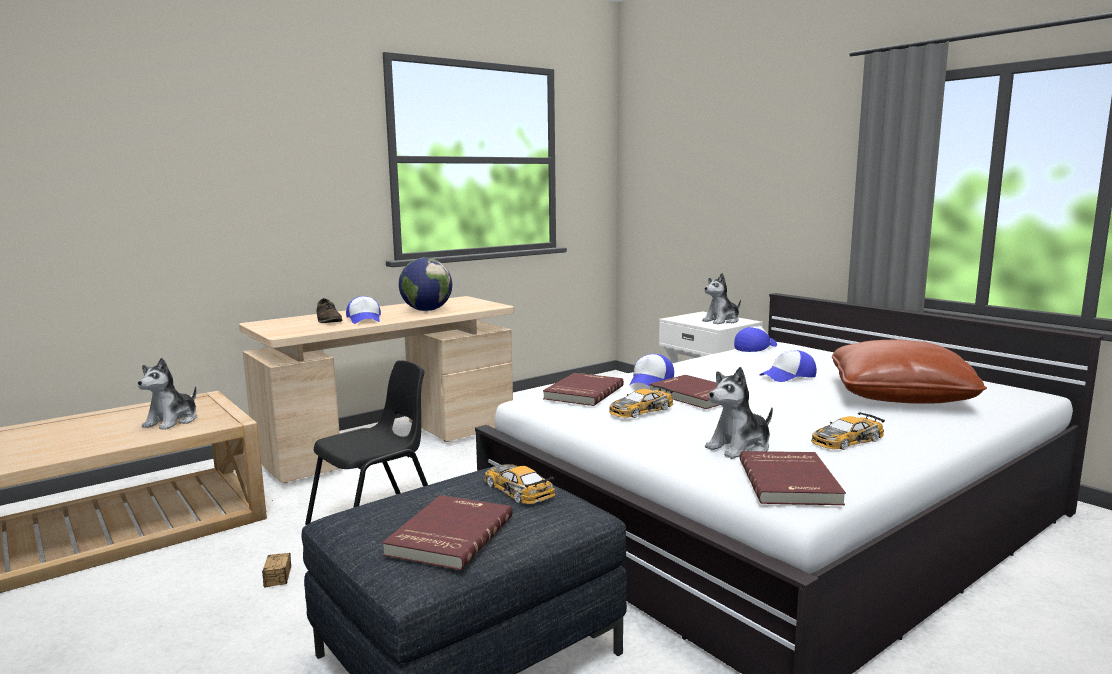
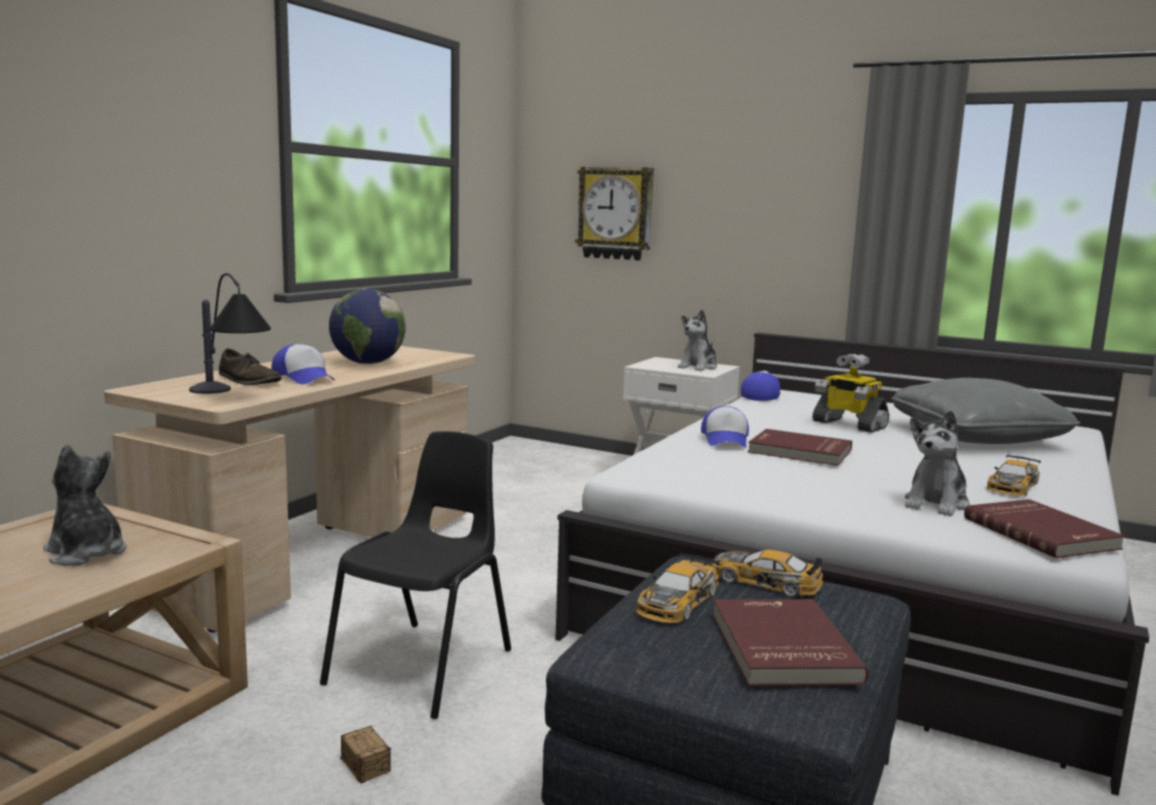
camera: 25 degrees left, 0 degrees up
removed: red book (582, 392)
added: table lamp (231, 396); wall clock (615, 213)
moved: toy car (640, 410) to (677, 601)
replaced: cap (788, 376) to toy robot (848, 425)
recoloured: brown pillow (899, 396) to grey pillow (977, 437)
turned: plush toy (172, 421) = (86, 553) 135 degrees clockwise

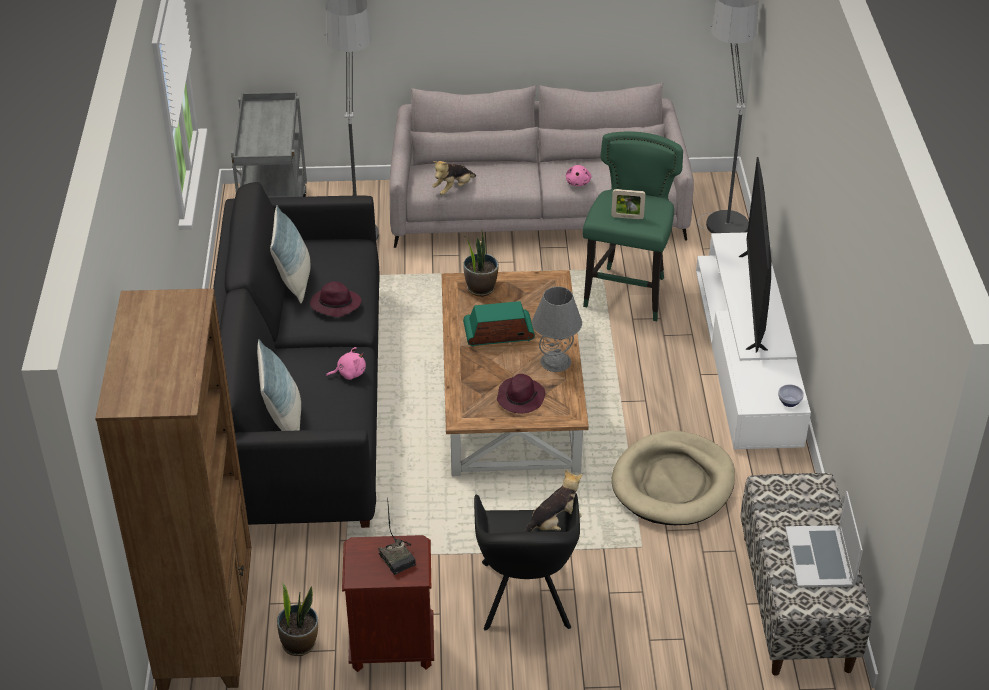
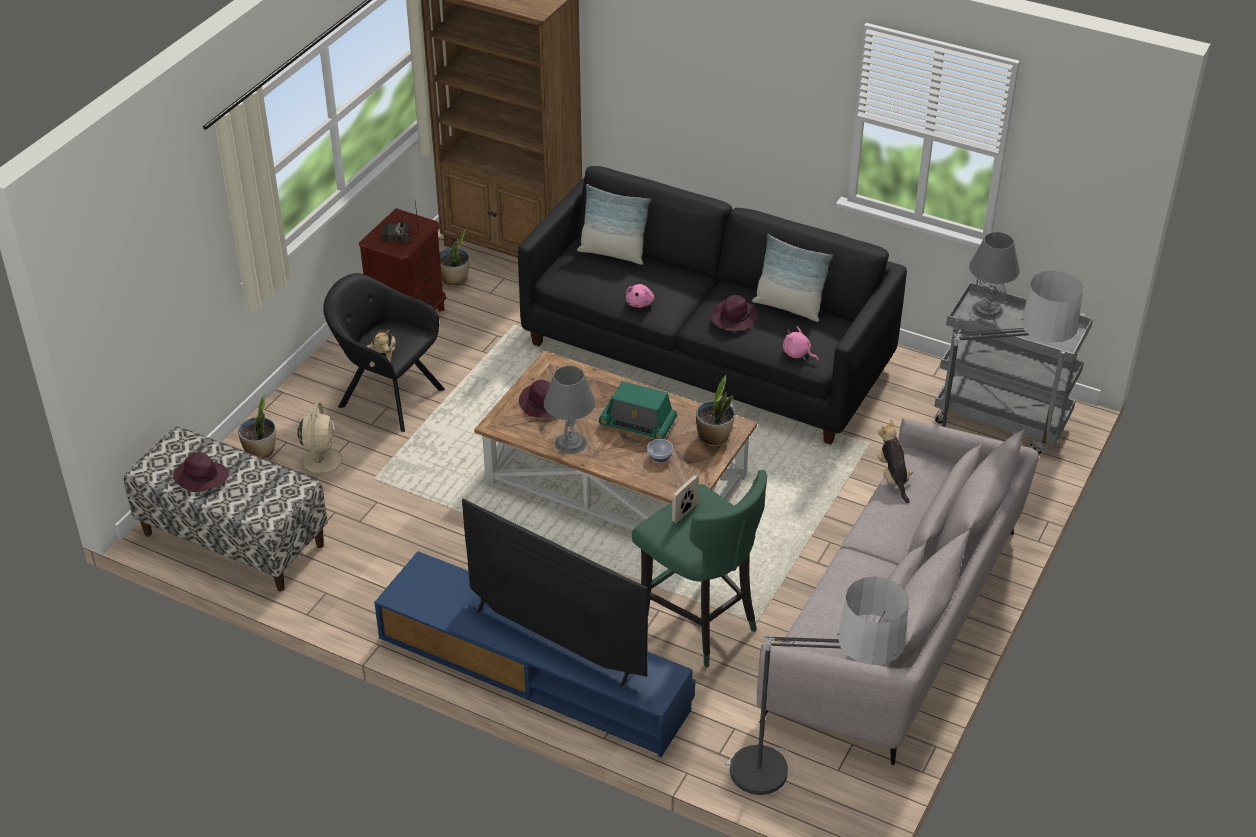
camera: 120 degrees right, 0 degrees up
removed: beige dog bed (673, 483)
added: potted plant (261, 452); beige fan (322, 459); grey table lamp (987, 310)
moved: pink plush toy (578, 182) to (798, 354); bowl (789, 401) to (660, 457)
replaced: laptop (820, 557) to purple hat (200, 477)
recoloured: white tv stand (746, 355) to blue tv stand (536, 669)
turned: radio (498, 334) = (638, 423) 90 degrees clockwise

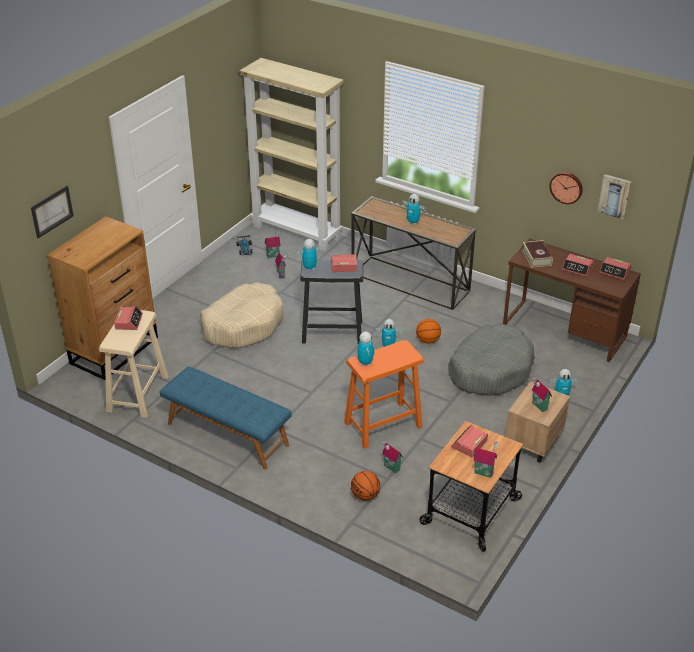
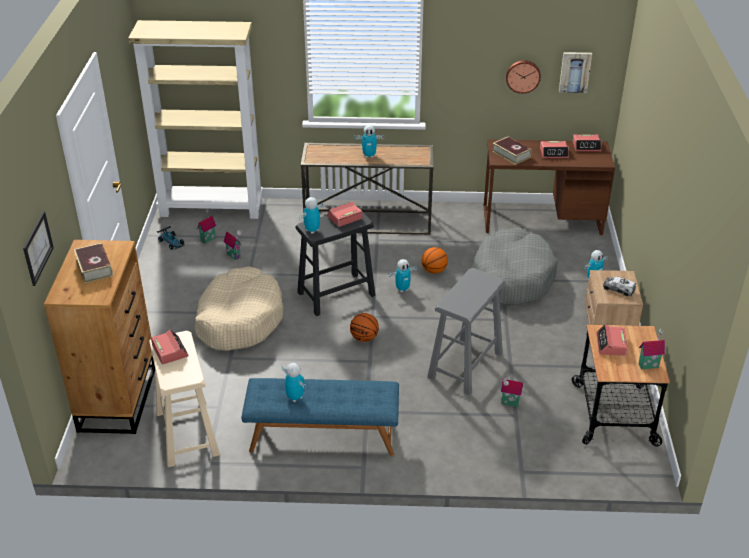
camera: 30 degrees left, 0 degrees up
added: book (94, 268)
moved: basketball (365, 495) to (364, 338); toy robot (365, 362) to (295, 397)
replaced: toy house (538, 406) to toy truck (618, 290)
recoloured: orange stool (382, 425) to grey stool (465, 366)

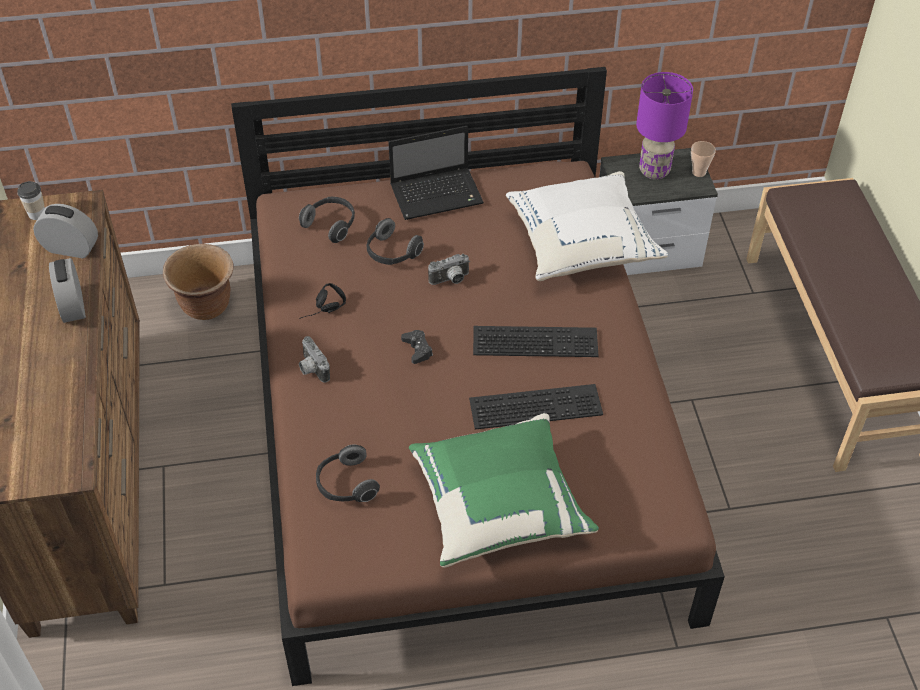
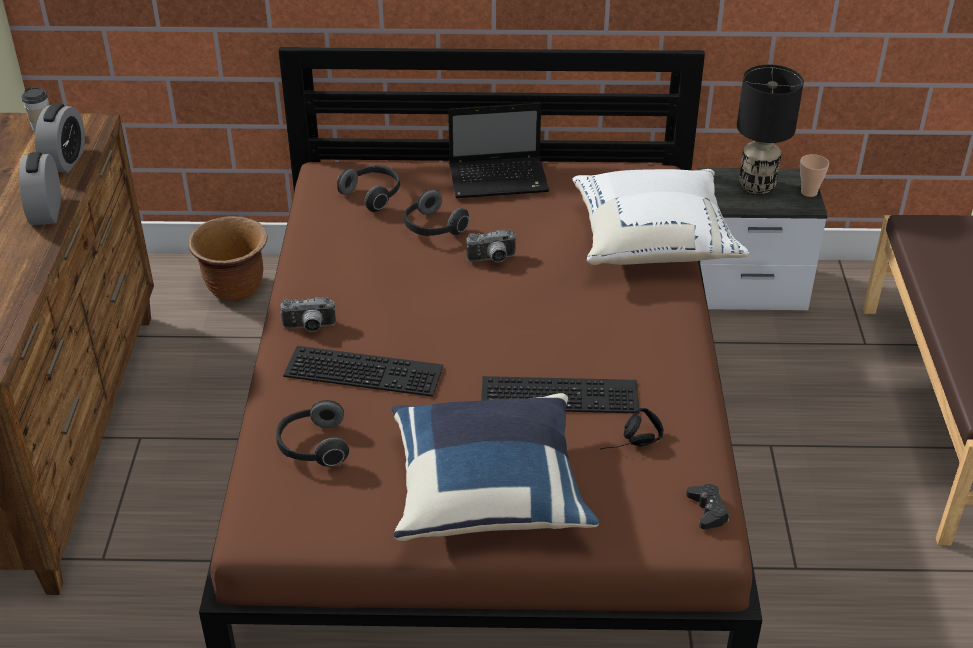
camera: 10 degrees right, 10 degrees down
moved: black headphones (324, 312) to (633, 445); black game controller (417, 349) to (707, 510); keyboard (536, 340) to (366, 369)
recoloured: green pillow (498, 505) to blue pillow (488, 491); purple table lamp (653, 171) to black table lamp (756, 186)
turned: alarm clock (71, 248) = (65, 160) 75 degrees clockwise; photo camera (311, 369) = (309, 328) 75 degrees counterclockwise

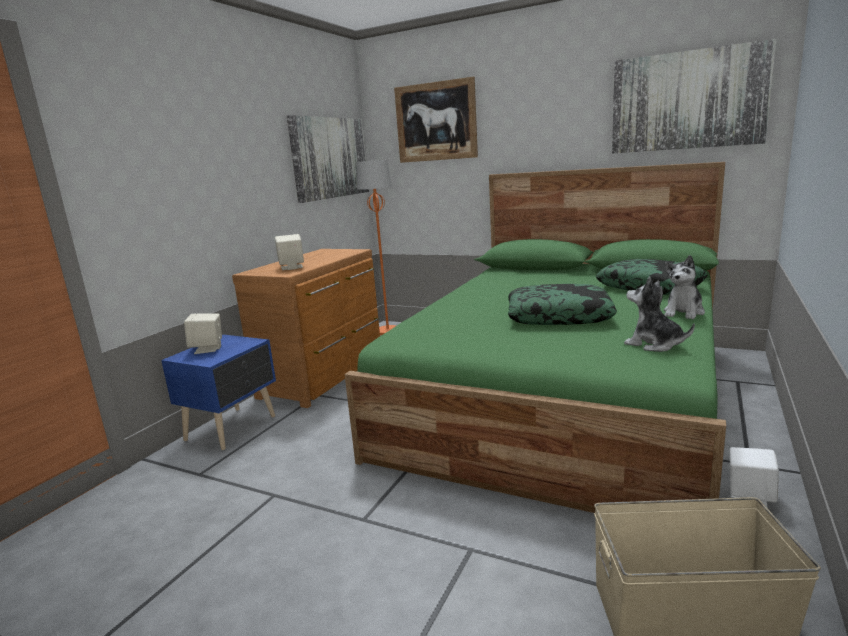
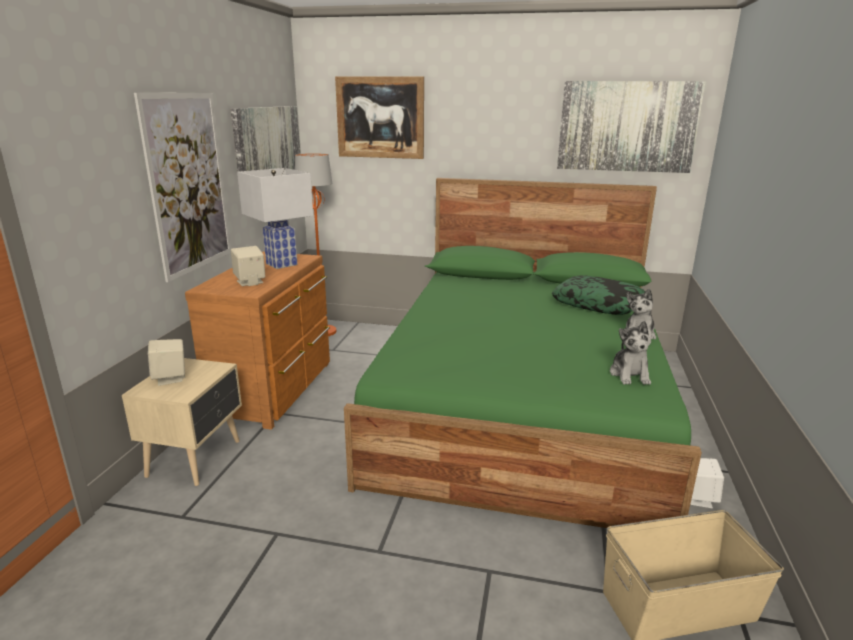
camera: 15 degrees left, 5 degrees up
removed: pillow (558, 316)
added: picture (188, 184); white table lamp (282, 264)
recoloured: blue nightstand (233, 428) to beige nightstand (197, 458)
turned: plush toy (654, 344) = (629, 375) 120 degrees counterclockwise

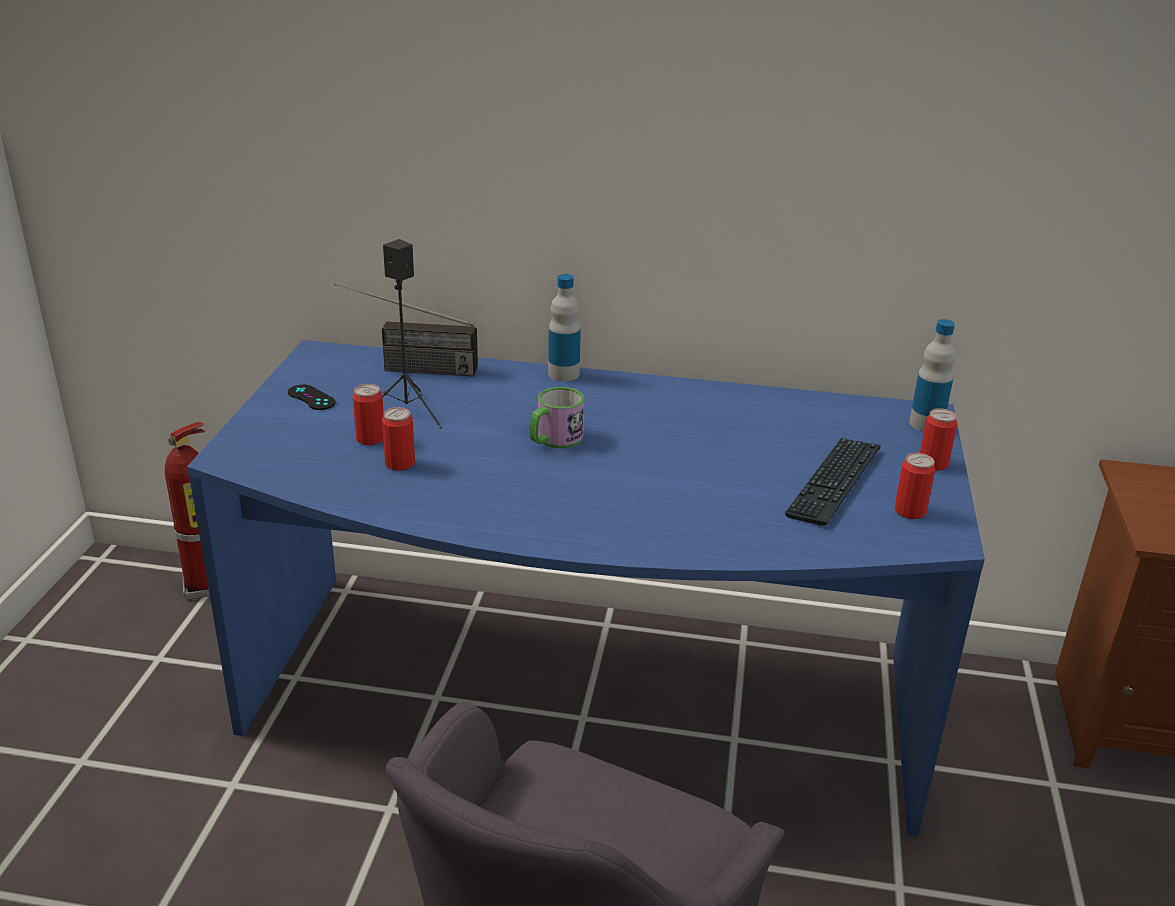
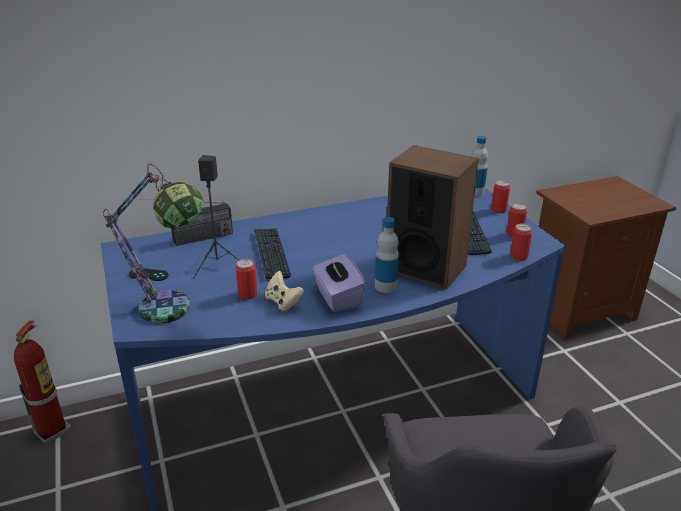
camera: 30 degrees left, 0 degrees up
removed: mug (554, 440)
added: table lamp (172, 316); keyboard (271, 253); beige game controller (283, 302); purple tissue box (337, 297); speaker (425, 268)
moved: can (370, 438) to (518, 256); bottle (563, 374) to (386, 286)

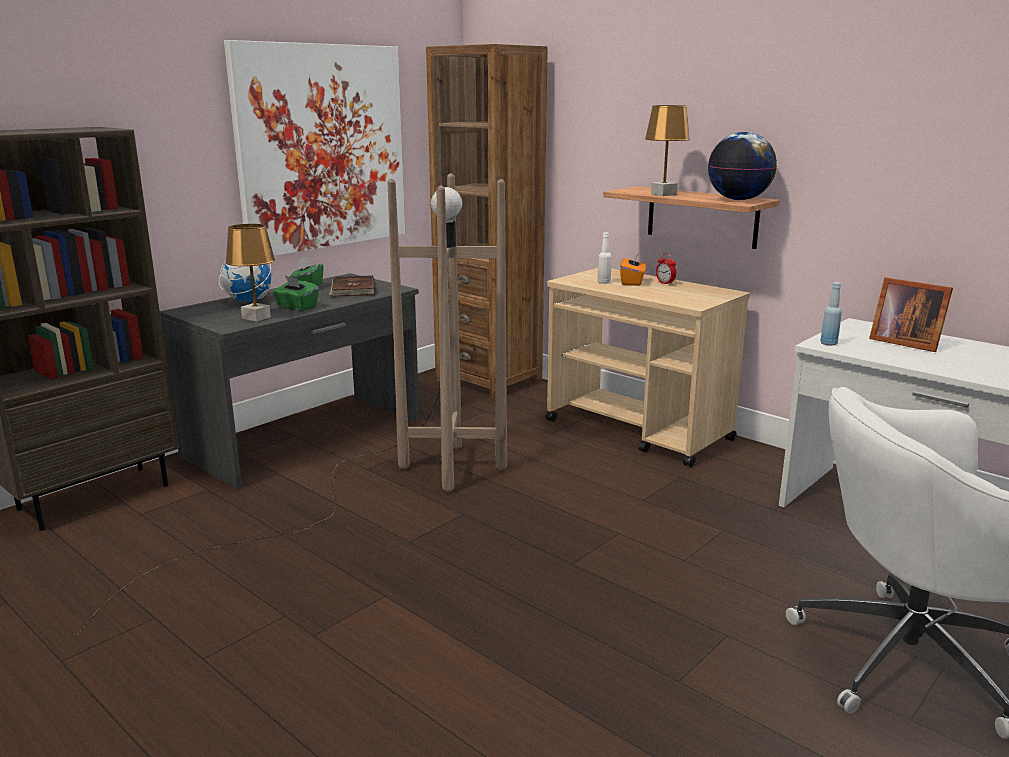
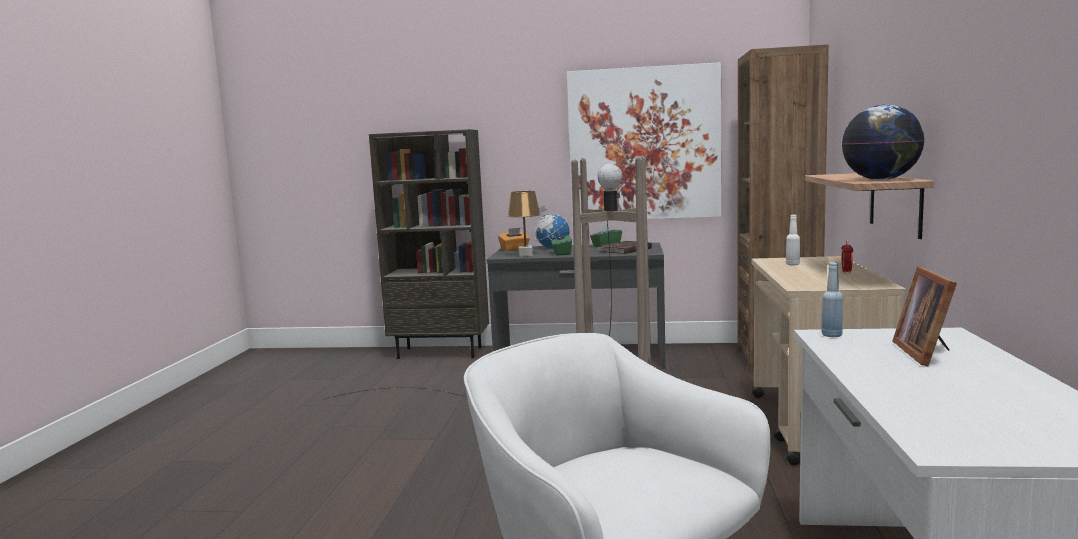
camera: 55 degrees right, 10 degrees down
removed: brown table lamp (663, 194)
moved: orange tissue box (632, 282) to (514, 249)

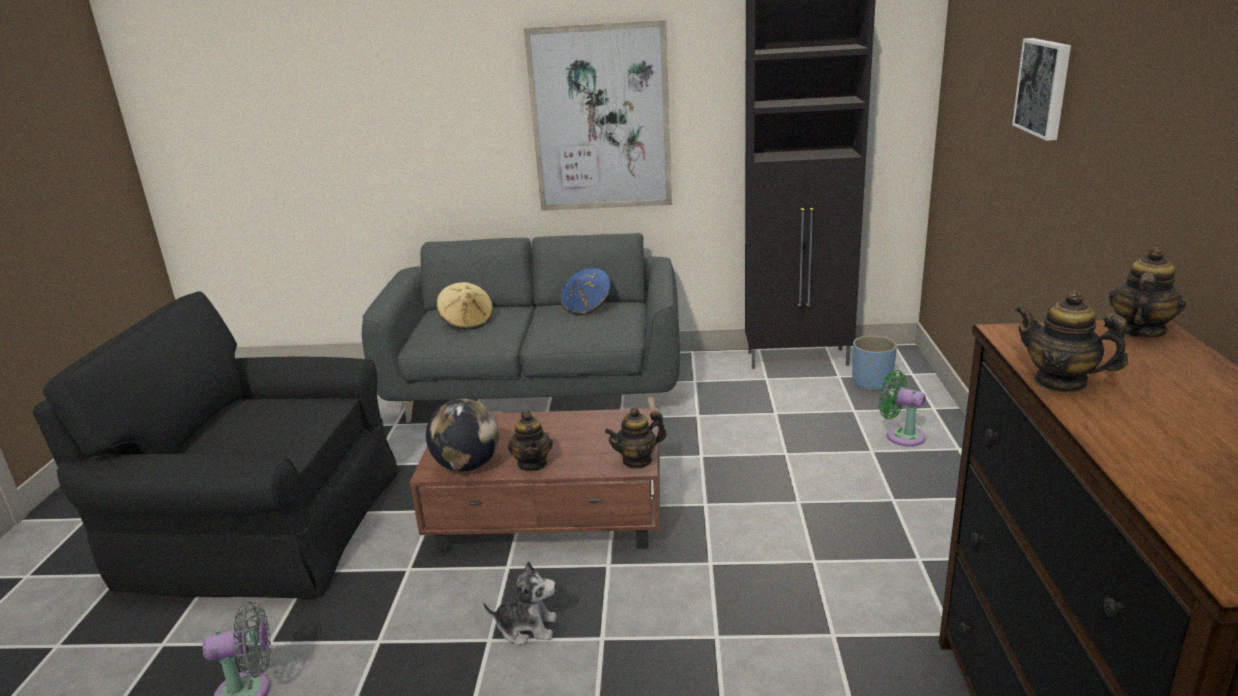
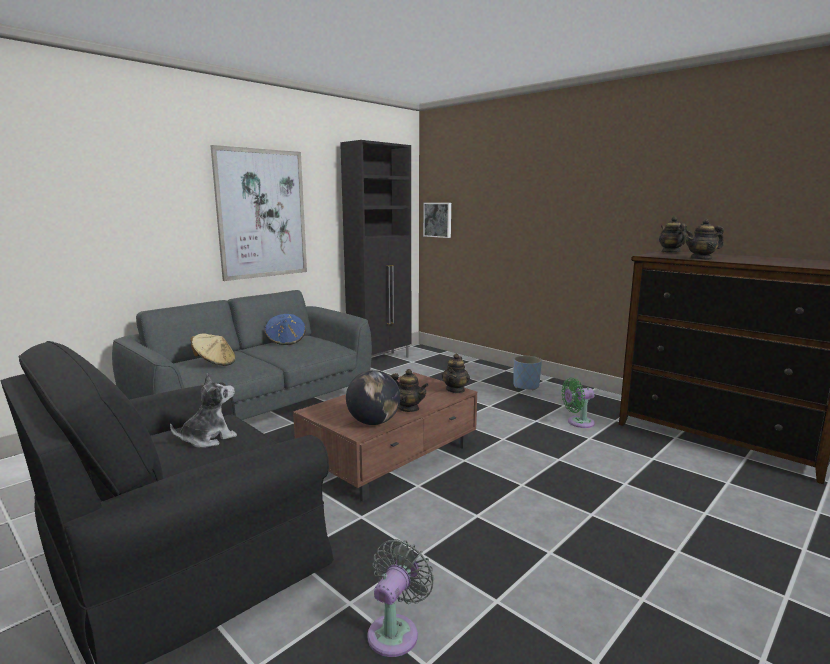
camera: 50 degrees left, 10 degrees down
moved: plush toy (527, 627) to (208, 439); blue planter (872, 383) to (526, 386); green fan (901, 435) to (578, 423); picture (1044, 87) to (438, 220)

